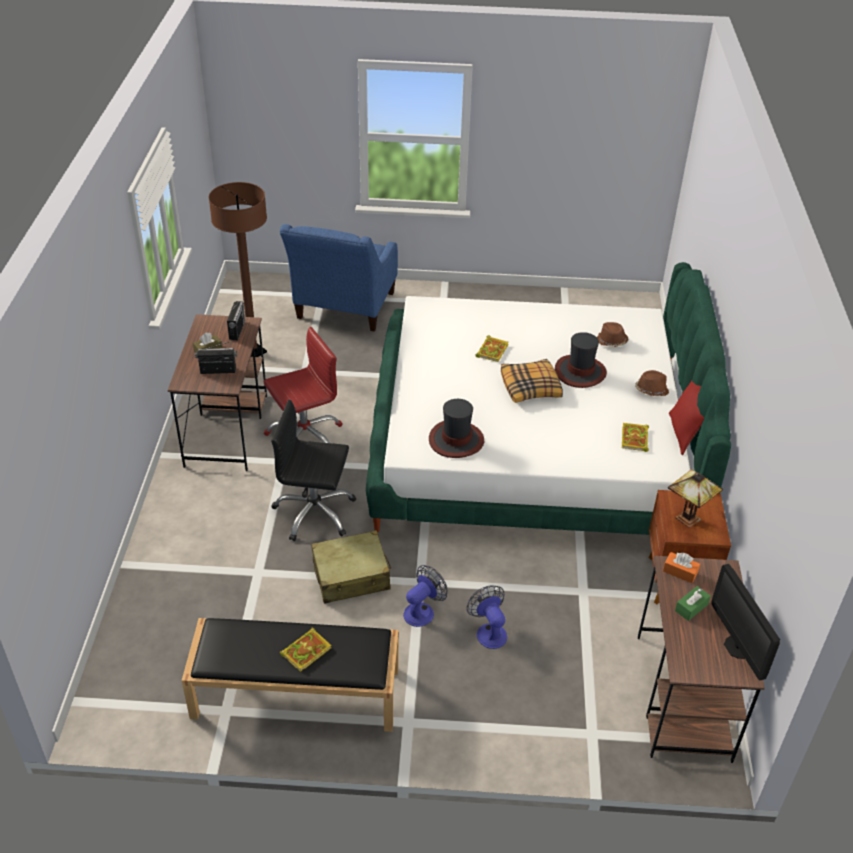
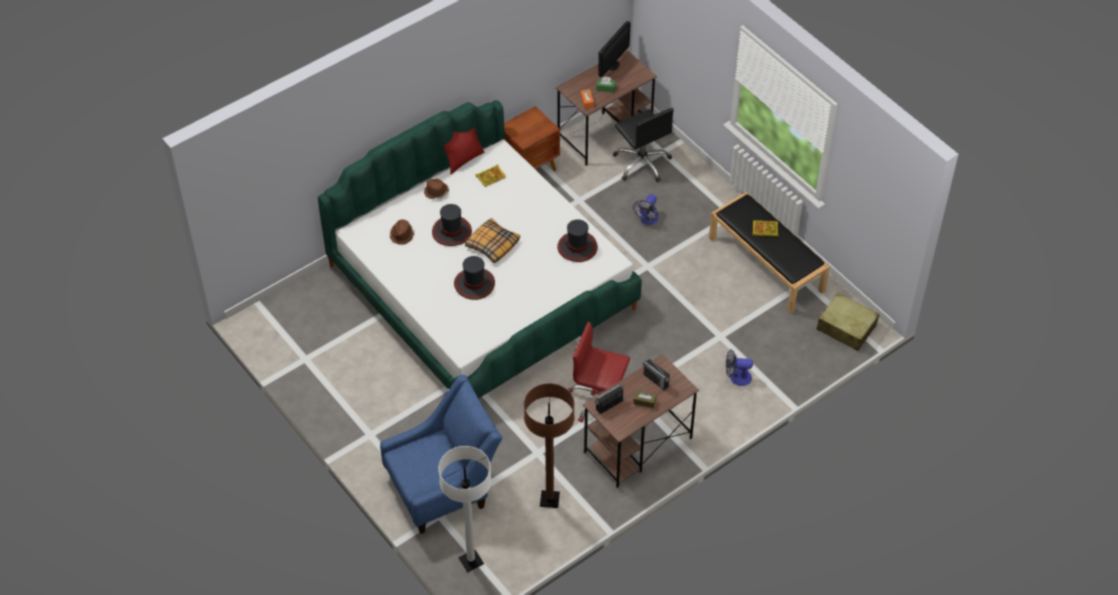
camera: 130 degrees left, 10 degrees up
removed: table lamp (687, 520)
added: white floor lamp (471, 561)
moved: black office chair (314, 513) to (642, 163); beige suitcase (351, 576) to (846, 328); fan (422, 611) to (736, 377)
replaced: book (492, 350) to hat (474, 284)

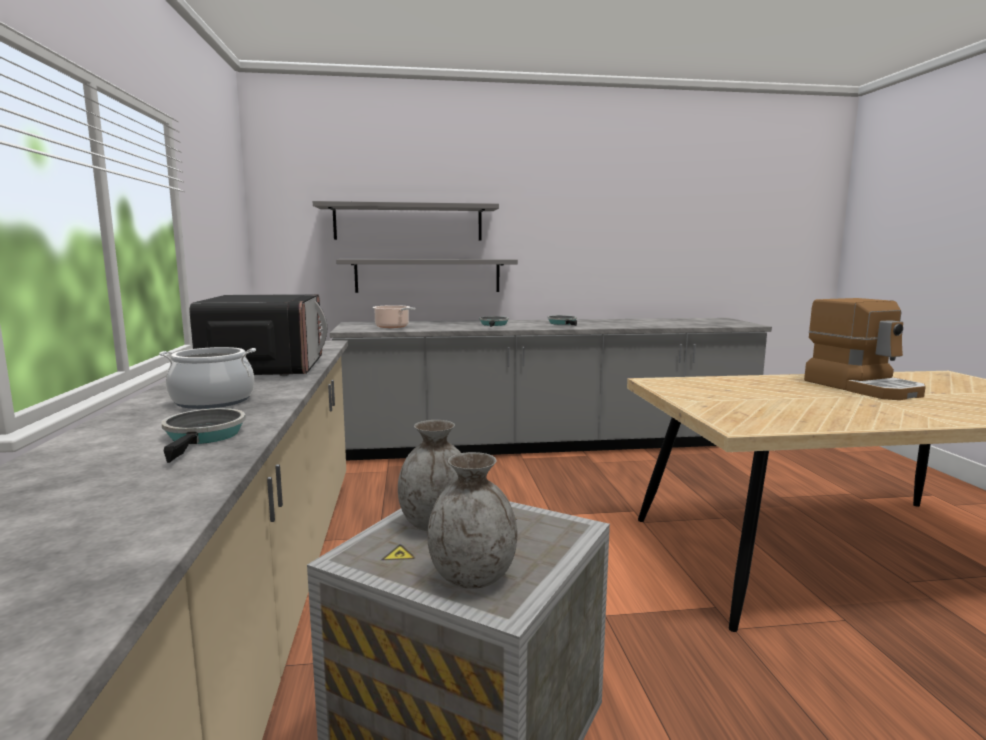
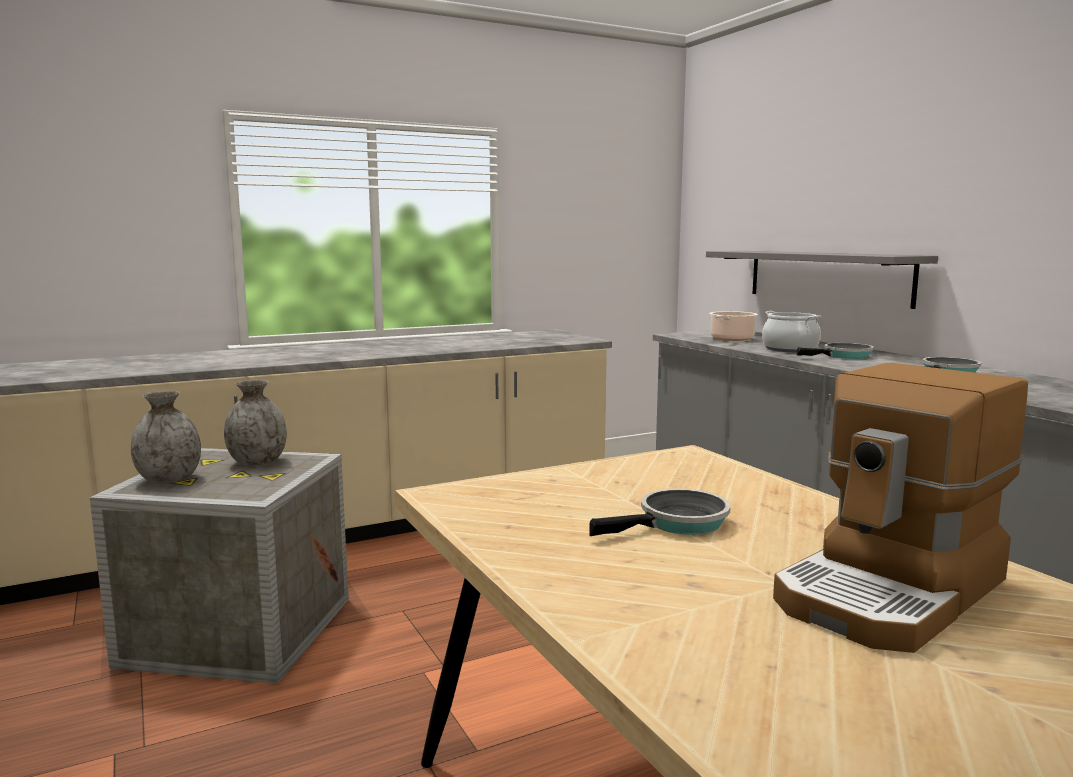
camera: 70 degrees right, 0 degrees up
removed: microwave (266, 368); grey shelf (408, 222)
moved: cooking pot (213, 401) to (790, 349); frying pan (204, 437) to (678, 523)

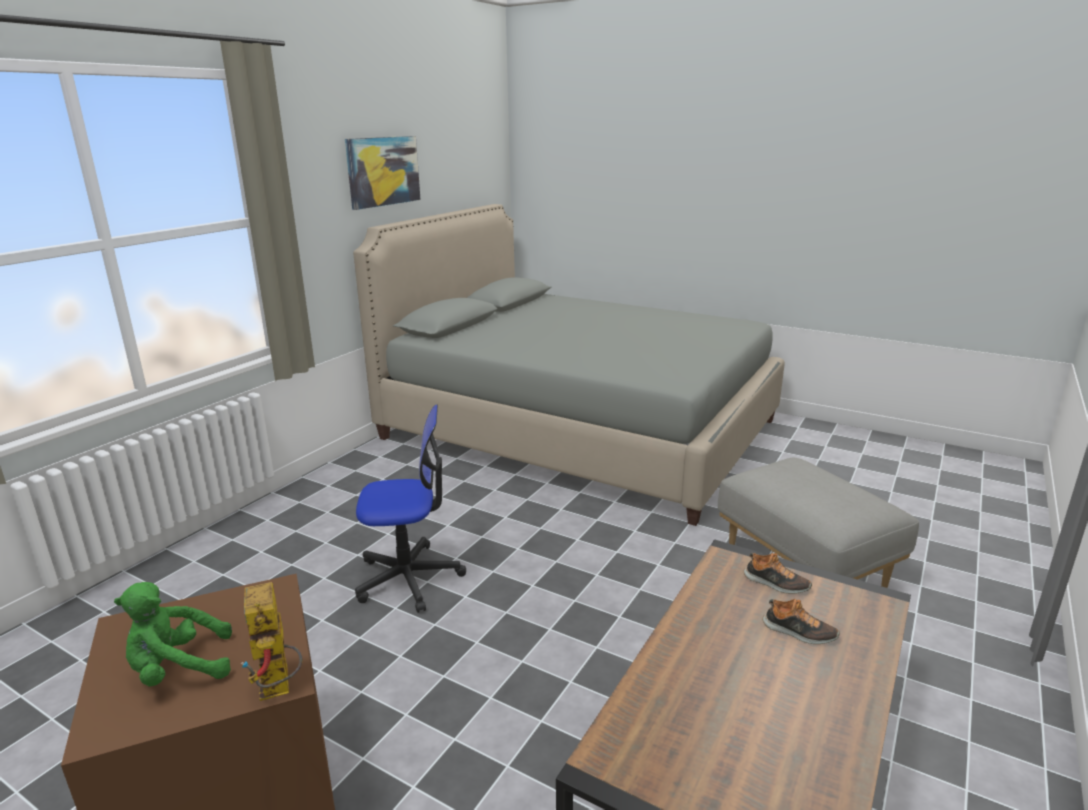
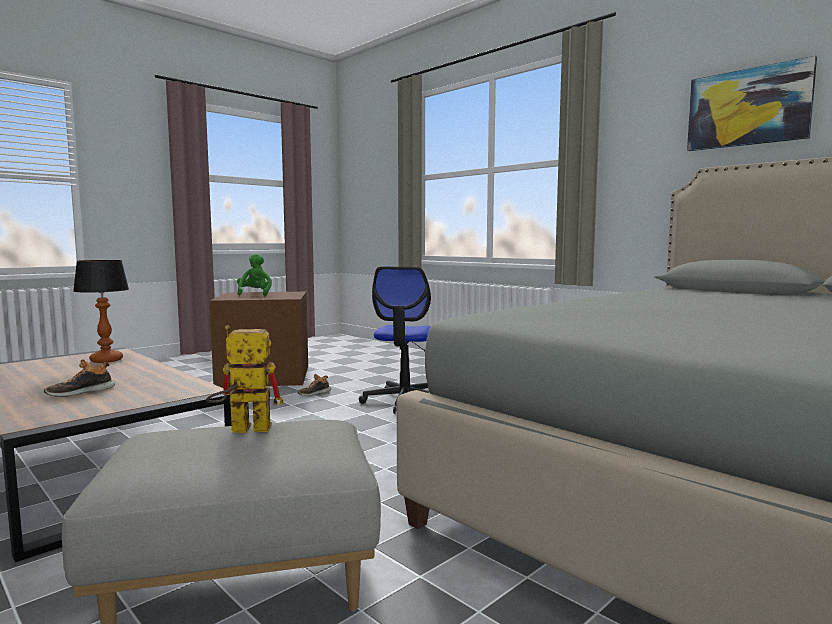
camera: 105 degrees right, 15 degrees down
added: table lamp (107, 360)
moved: toy robot (279, 689) to (241, 430); shoe (776, 583) to (314, 393)

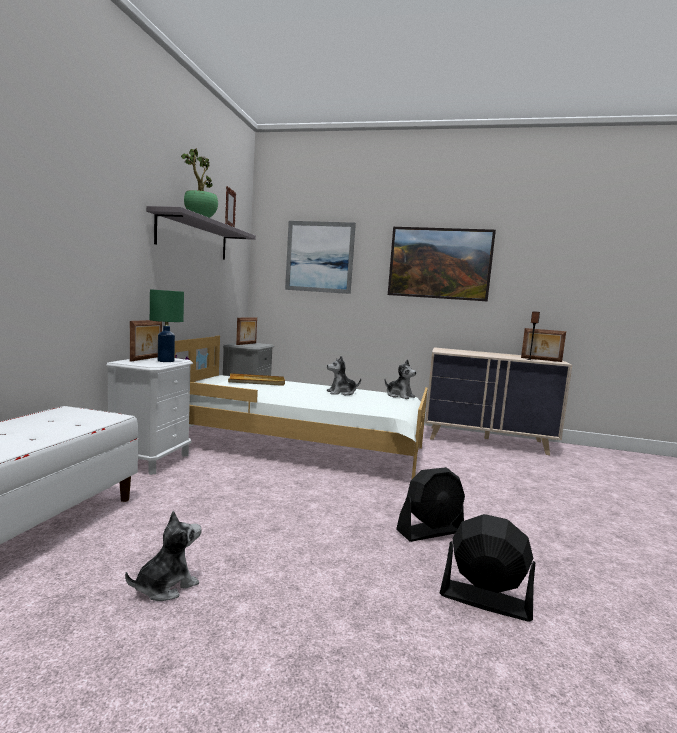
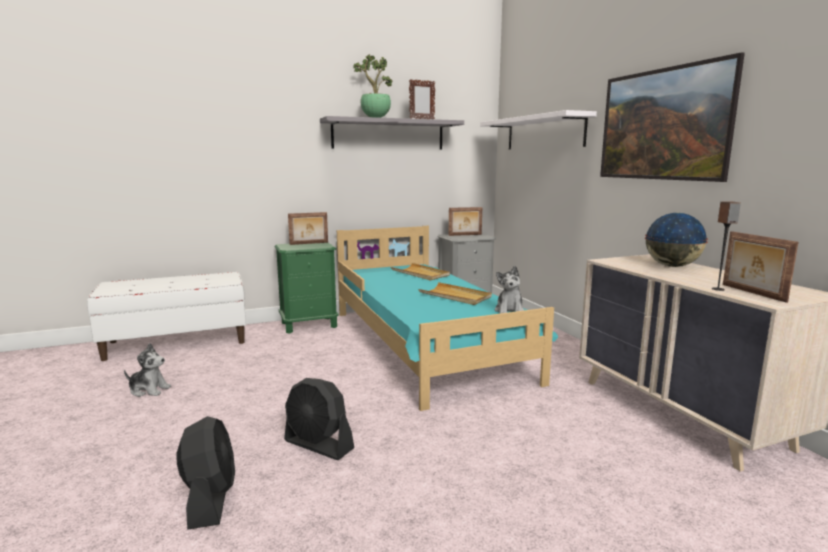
camera: 55 degrees right, 5 degrees up
removed: green table lamp (166, 361)
added: globe (672, 266)
replaced: picture (319, 257) to white shelf (544, 133); plush toy (341, 393) to beige tray (455, 296)
recoloured: white nightstand (152, 460) to green nightstand (309, 325); white bed (299, 445) to turquoise bed (426, 344)

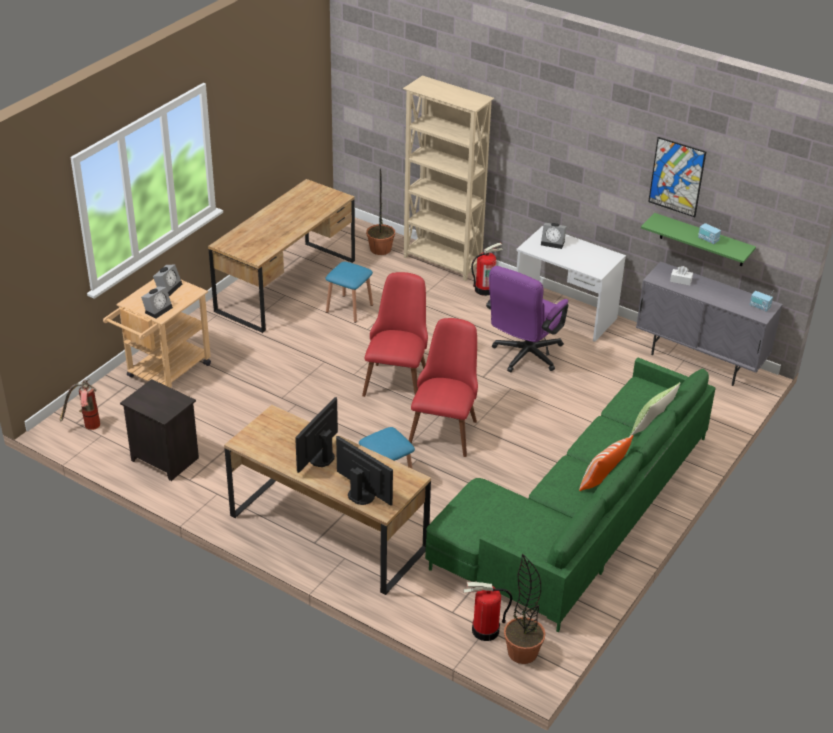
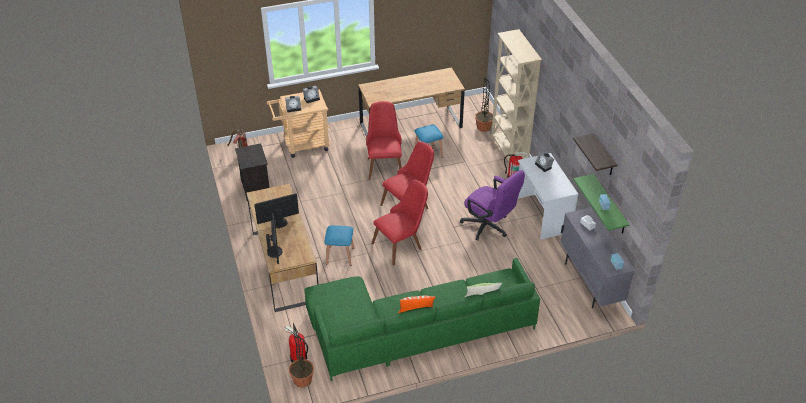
camera: 40 degrees right, 5 degrees up
added: red chair (384, 164)
replaced: picture (676, 177) to shelf (603, 156)
turned: purple office chair (523, 357) = (489, 227) 120 degrees counterclockwise

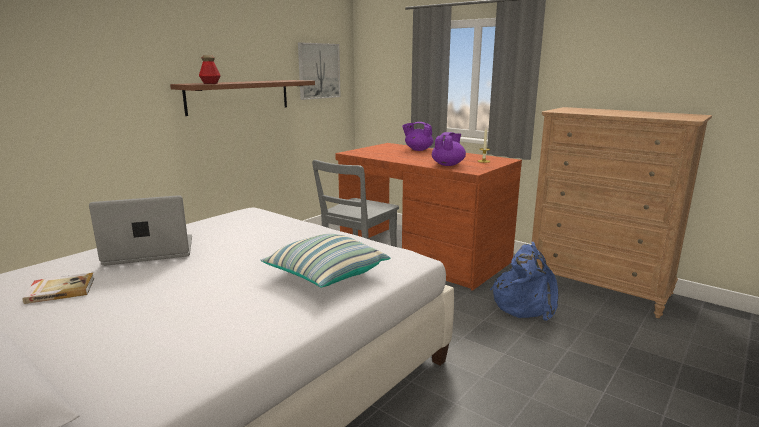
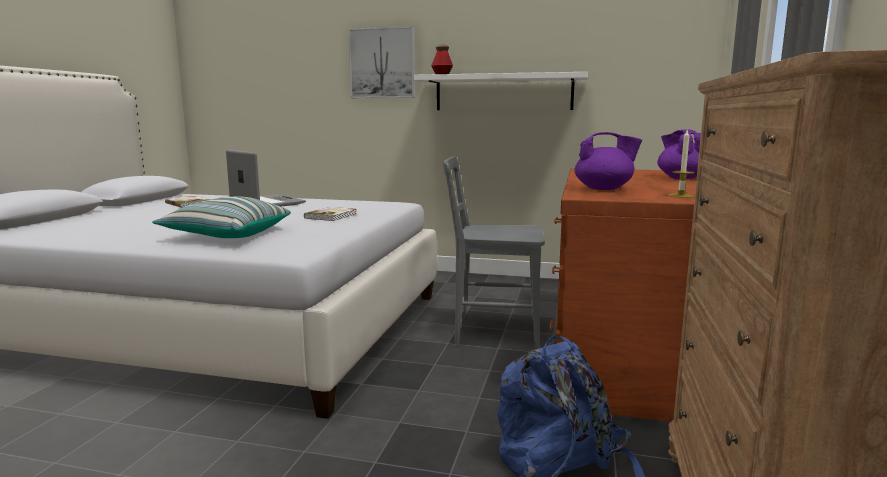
camera: 65 degrees right, 5 degrees down
added: book (332, 216)
moved: picture (318, 71) to (382, 63)
recoloured: brown shelf (239, 96) to white shelf (503, 93)

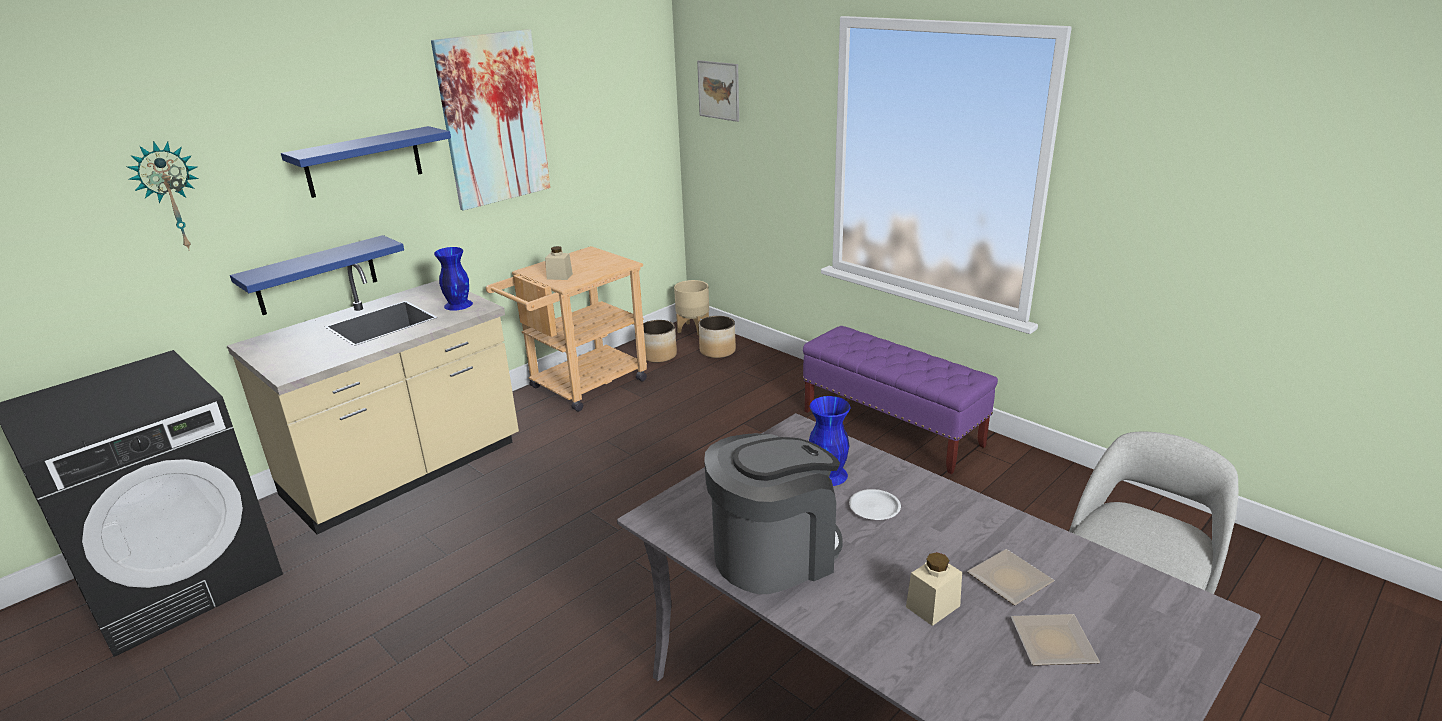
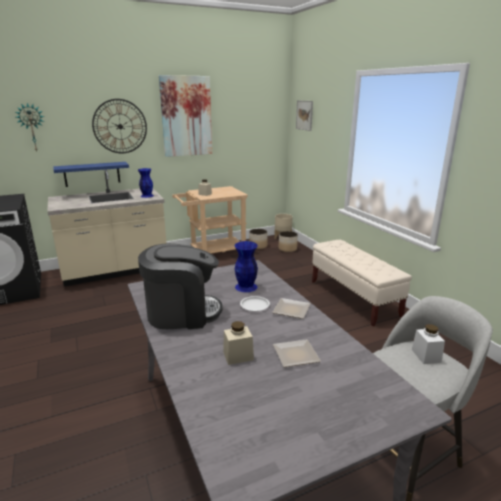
camera: 20 degrees right, 5 degrees down
added: white jar (426, 356)
moved: plate (1054, 641) to (293, 310)
replaced: blue shelf (363, 162) to wall clock (120, 126)
recoloured: purple bench (891, 429) to beige bench (353, 298)

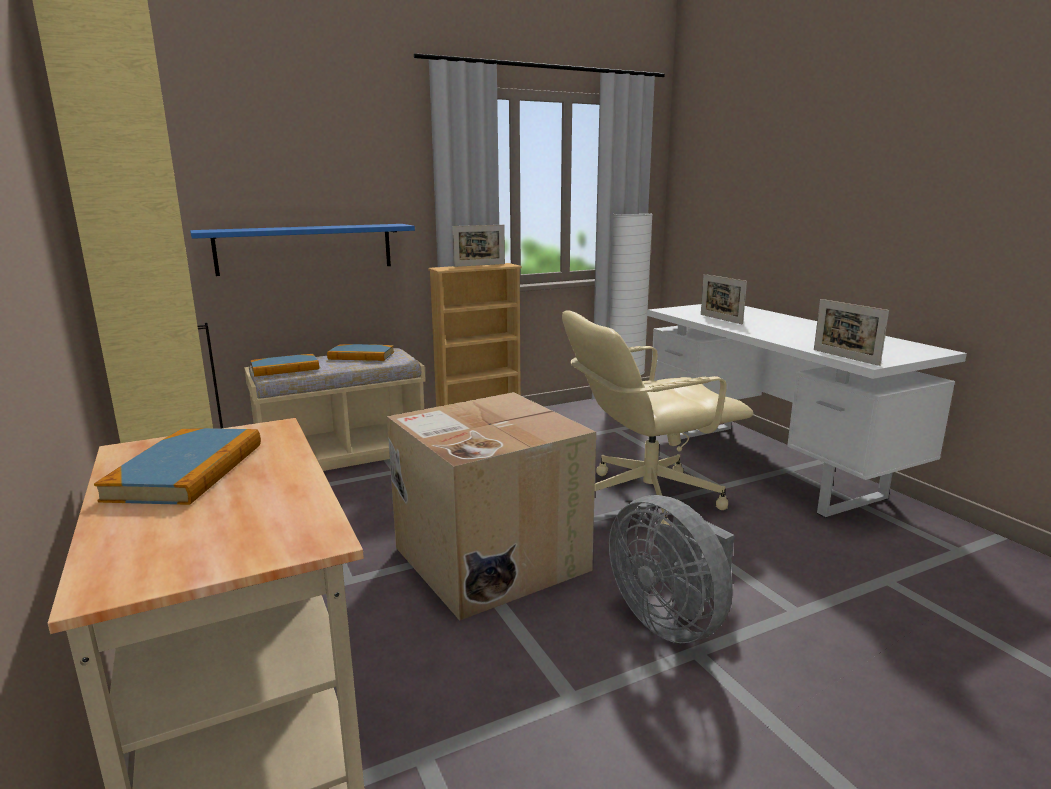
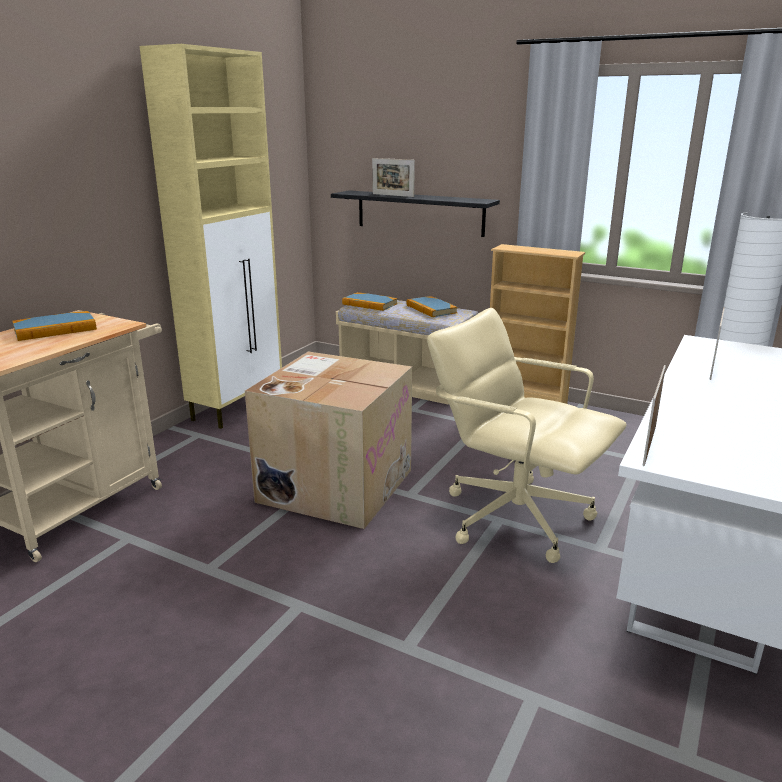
camera: 55 degrees right, 5 degrees up
removed: grey fan (671, 620)
moved: picture frame (479, 265) to (393, 195)
recoloured: blue shelf (305, 248) to black shelf (419, 213)

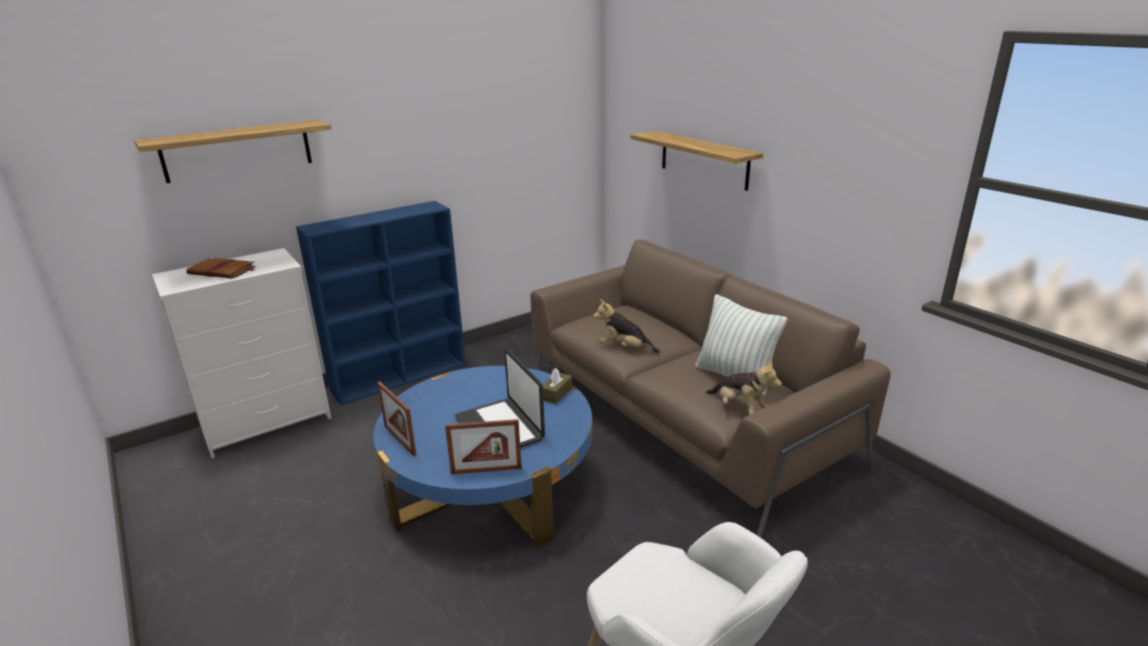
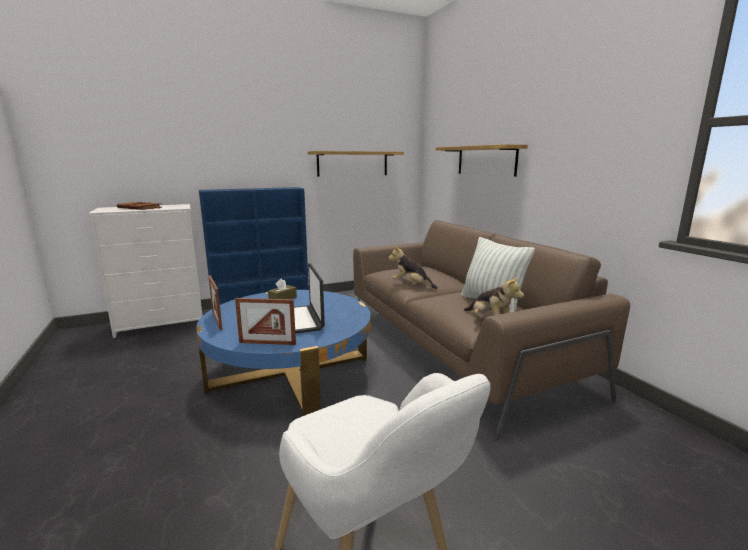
camera: 10 degrees right, 10 degrees down
moved: shelf (237, 150) to (352, 163); brown tissue box (556, 394) to (282, 299)

